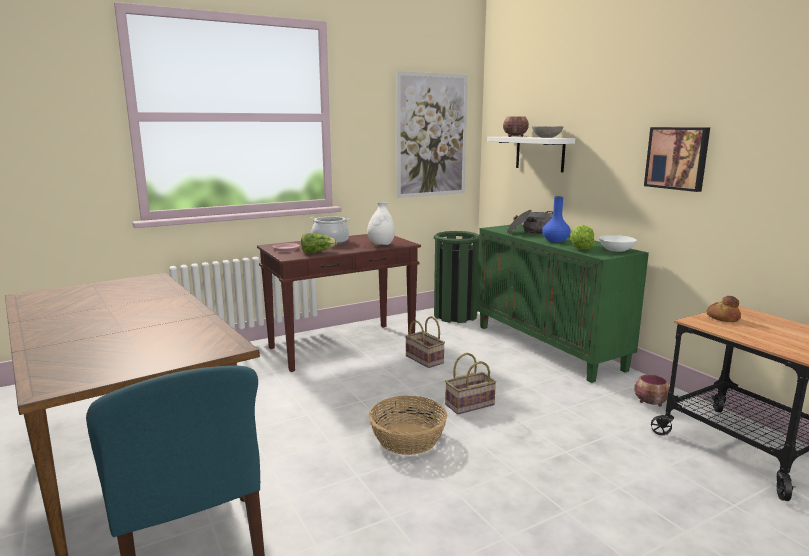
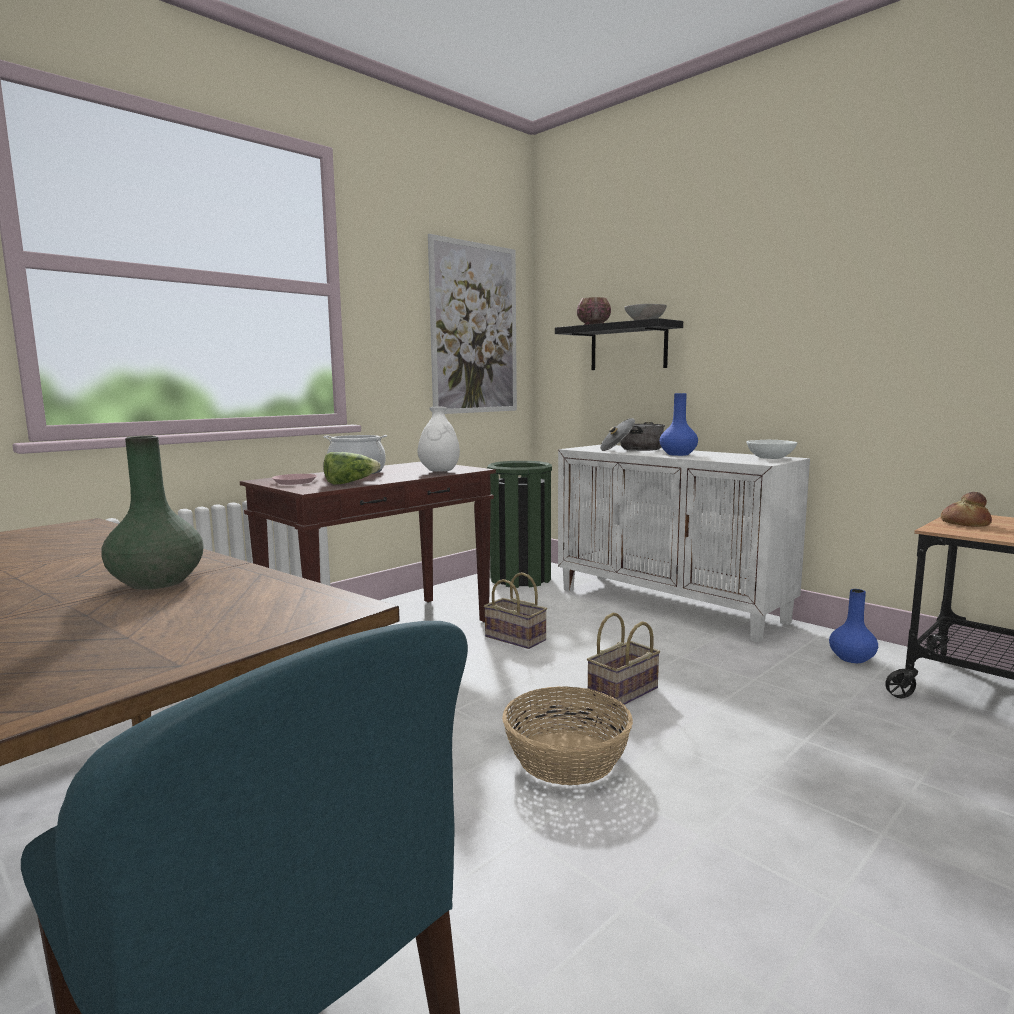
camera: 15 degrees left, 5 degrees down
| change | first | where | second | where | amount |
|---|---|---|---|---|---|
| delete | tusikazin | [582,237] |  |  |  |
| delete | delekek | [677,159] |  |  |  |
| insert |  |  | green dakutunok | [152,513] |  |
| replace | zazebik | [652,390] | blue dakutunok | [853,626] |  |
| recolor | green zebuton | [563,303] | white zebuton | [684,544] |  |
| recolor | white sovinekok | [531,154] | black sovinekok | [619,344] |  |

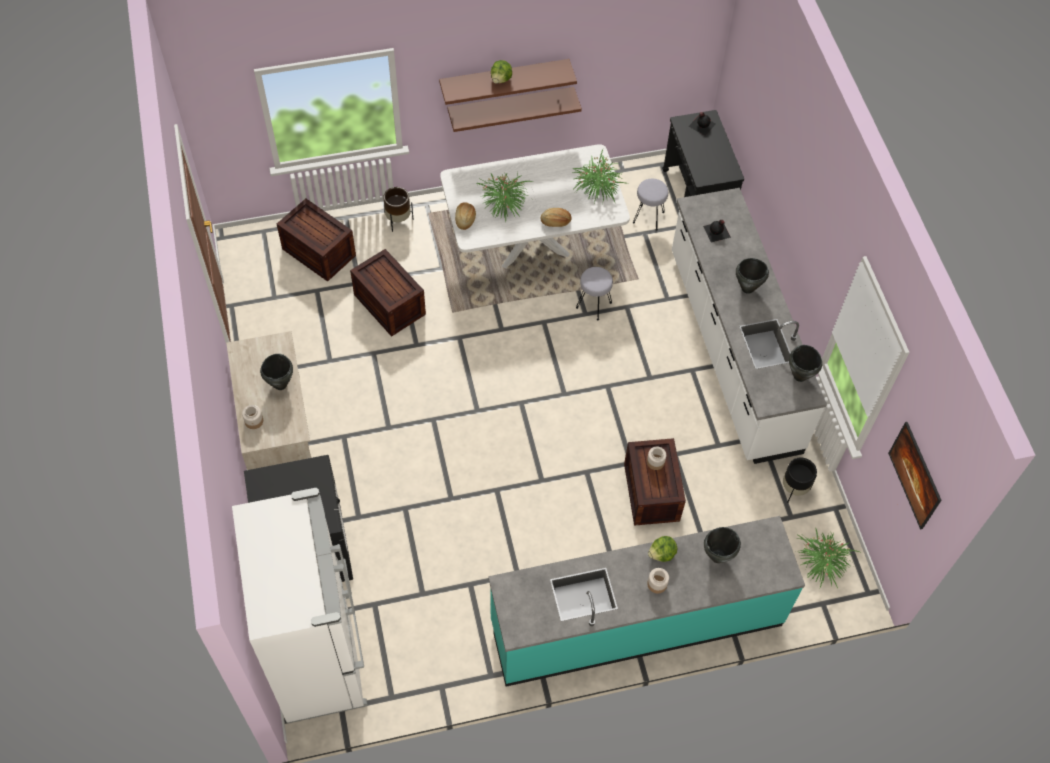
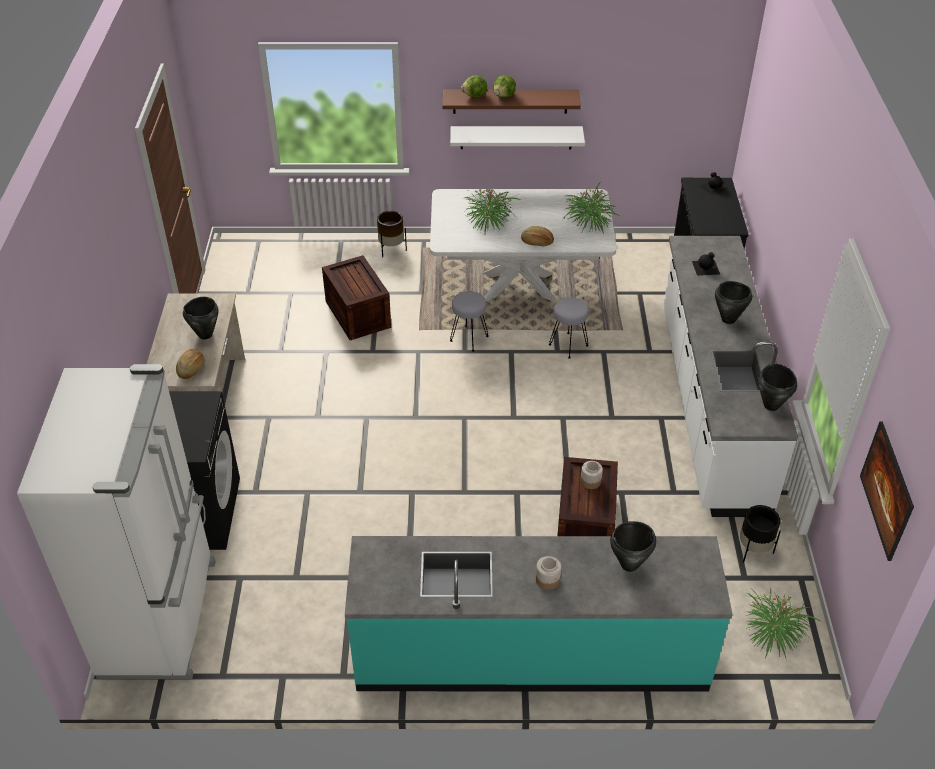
camera: 15 degrees right, 15 degrees down
| change | first | where | second | where | amount |
|---|---|---|---|---|---|
| delete | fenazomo | [252,417] |  |  |  |
| delete | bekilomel | [316,240] |  |  |  |
| move | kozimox | [465,216] |  | [190,364] |  |
| move | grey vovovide | [650,204] |  | [469,321] |  |
| move | tusikazin | [662,549] |  | [474,86] |  |
| recolor | brown sovinekok | [515,109] | white sovinekok | [517,137] |  |

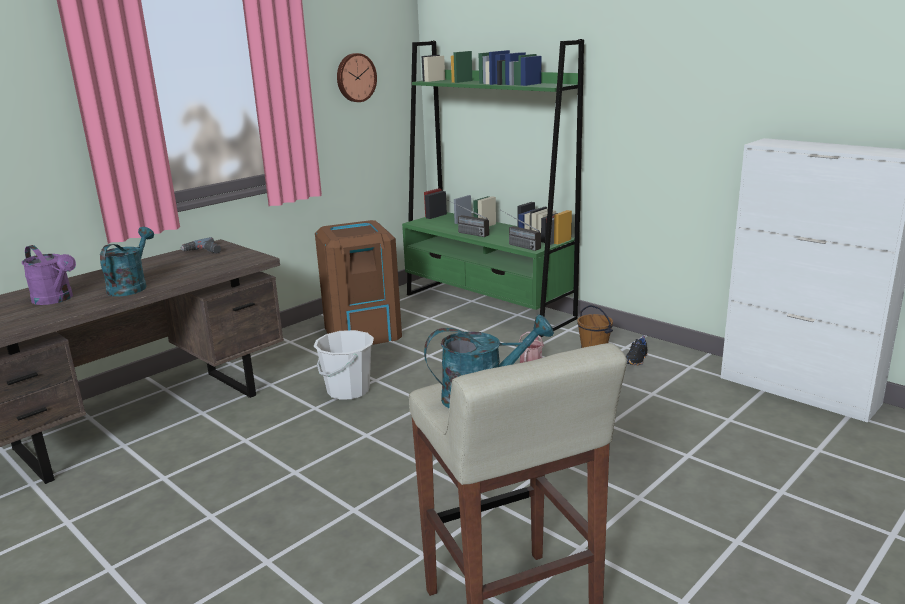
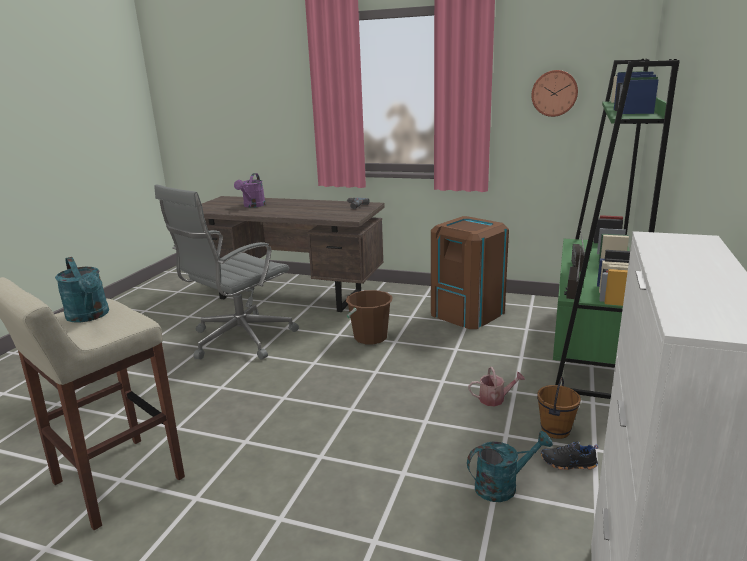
camera: 65 degrees right, 0 degrees up
| change | first | where | second | where | amount |
|---|---|---|---|---|---|
| insert |  |  | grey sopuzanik | [226,272] |  |
| move | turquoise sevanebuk | [127,262] |  | [510,466] |  |
| recolor | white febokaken | [344,365] | brown febokaken | [369,317] |  |

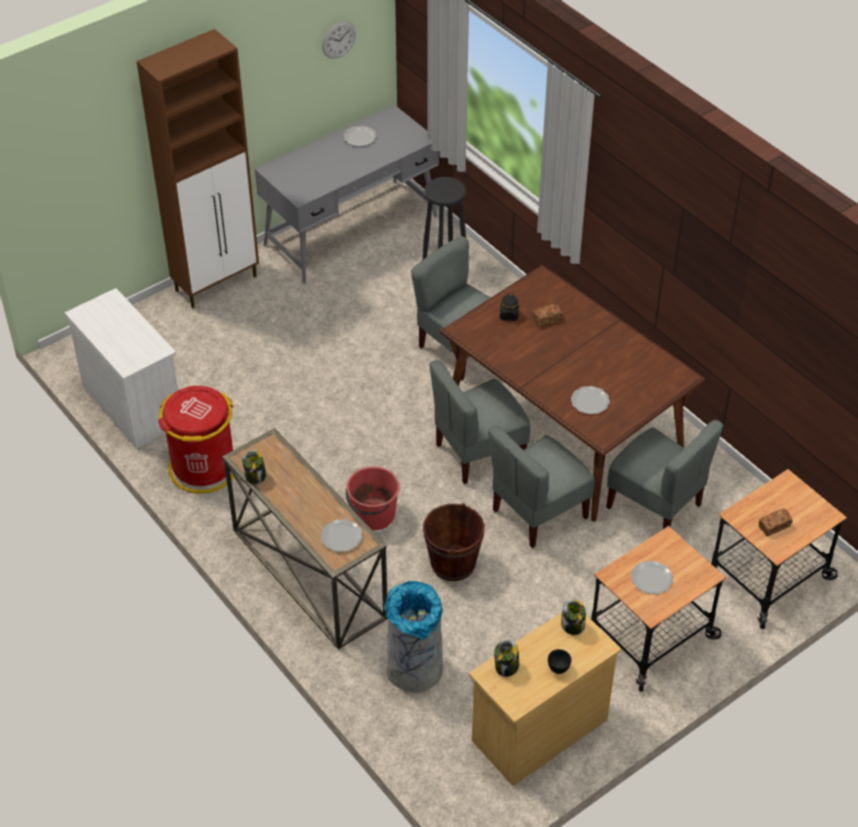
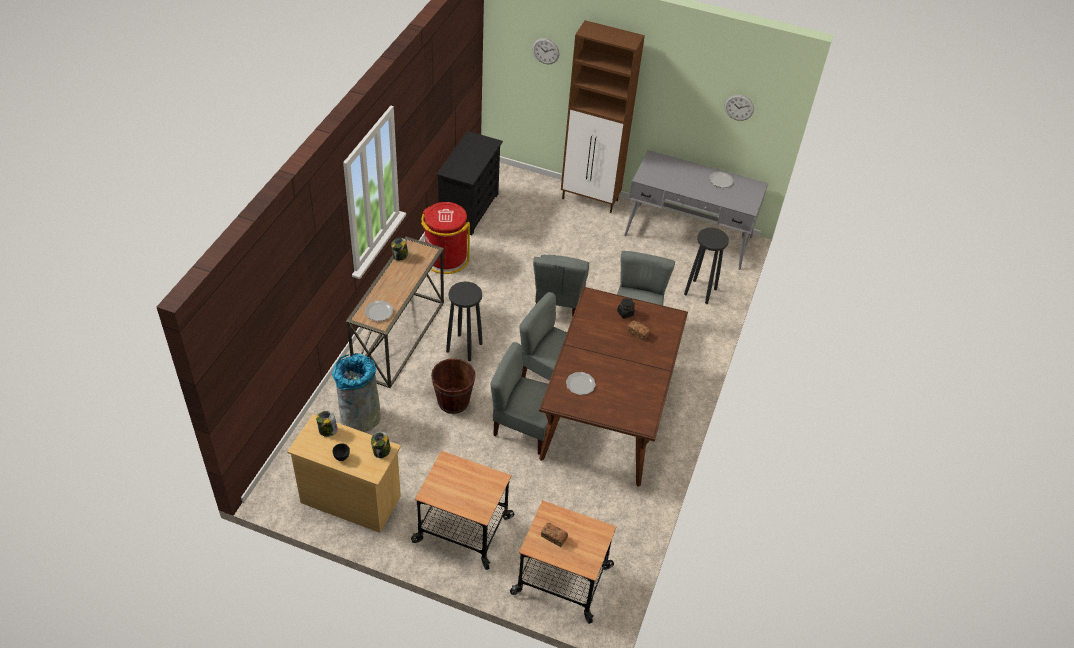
camera: 55 degrees right, 0 degrees up
| change | first | where | second | where | amount |
|---|---|---|---|---|---|
| delete | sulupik | [652,577] |  |  |  |
| insert |  |  | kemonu | [546,51] |  |
| move | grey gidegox | [664,474] |  | [561,286] |  |
| replace | red febokaken | [373,498] | black vovovide | [464,321] |  |
| recolor | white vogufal | [121,368] | black vogufal | [469,183] |  |

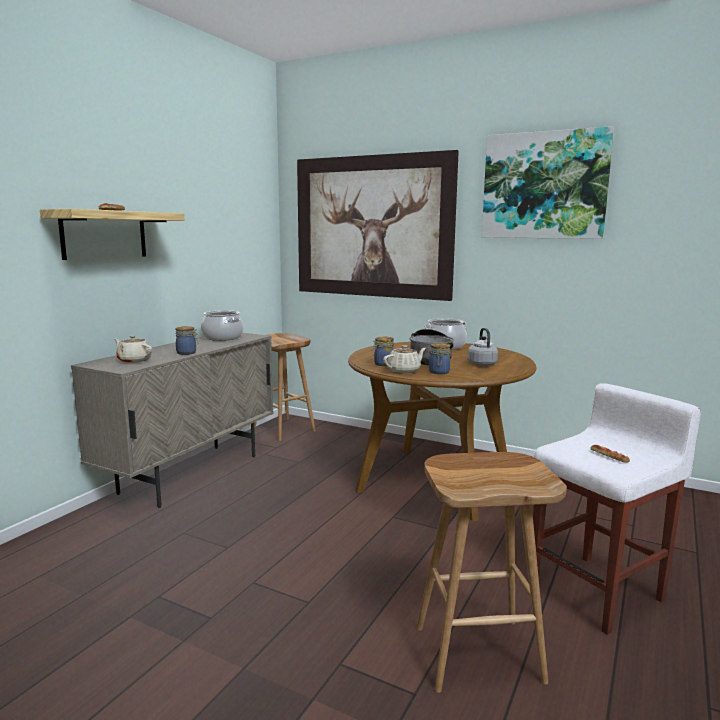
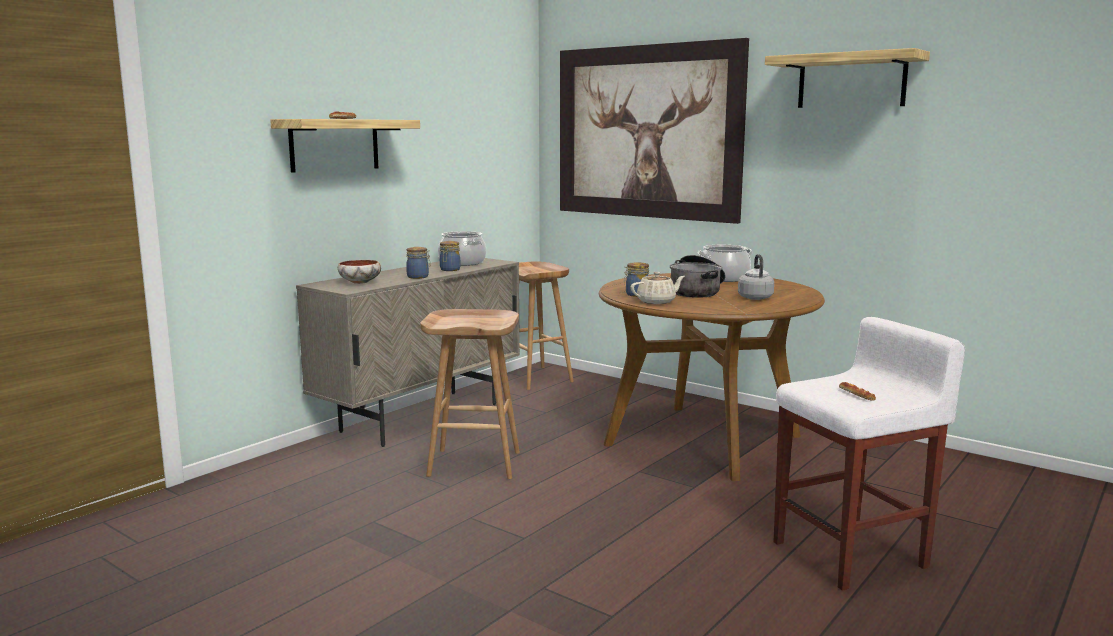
camera: 10 degrees right, 0 degrees up
| change | first | where | second | where | amount |
|---|---|---|---|---|---|
| move | brown vovovide | [491,572] |  | [470,394] |  |
| move | fenazomo | [439,358] |  | [450,256] |  |
| replace | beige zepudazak | [133,349] | zazebik | [359,272] |  |
| replace | delekek | [548,182] | sovinekok | [847,78] |  |

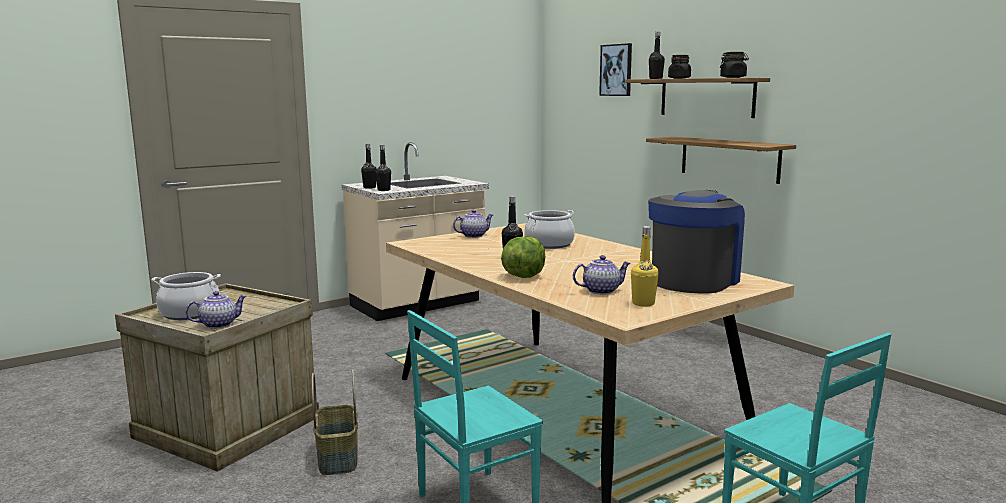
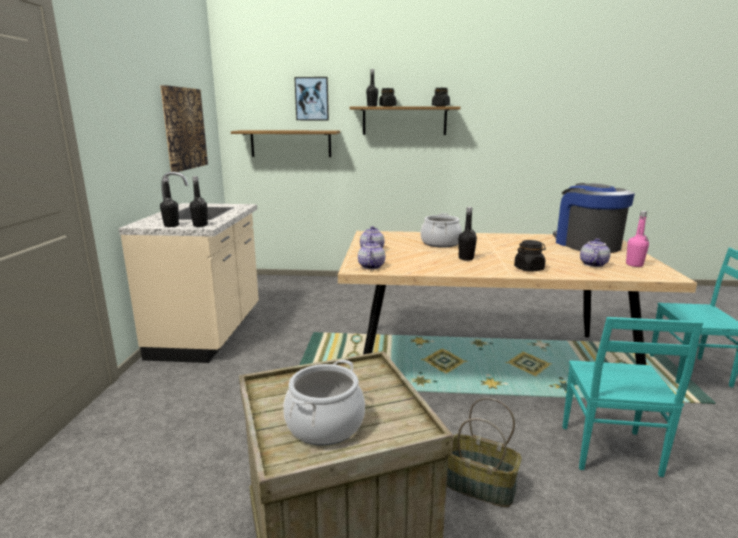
camera: 50 degrees left, 5 degrees up
| change | first | where | second | where | amount |
|---|---|---|---|---|---|
| insert |  |  | delekek | [184,128] |  |
| move | zepudazak | [216,309] |  | [371,254] |  |
| move | sovinekok | [721,160] |  | [285,143] |  |
| replace | tusikazin | [523,257] | black fenazomo | [530,256] |  |
| recolor | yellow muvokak | [645,266] | pink muvokak | [637,239] |  |

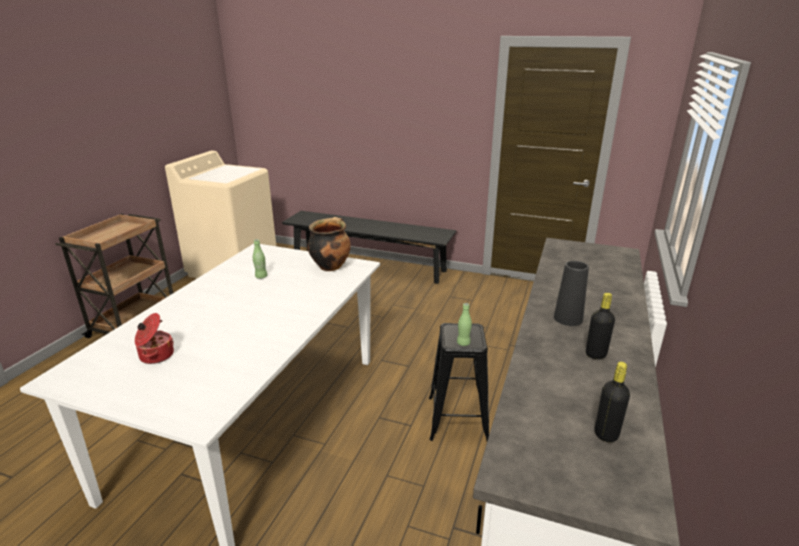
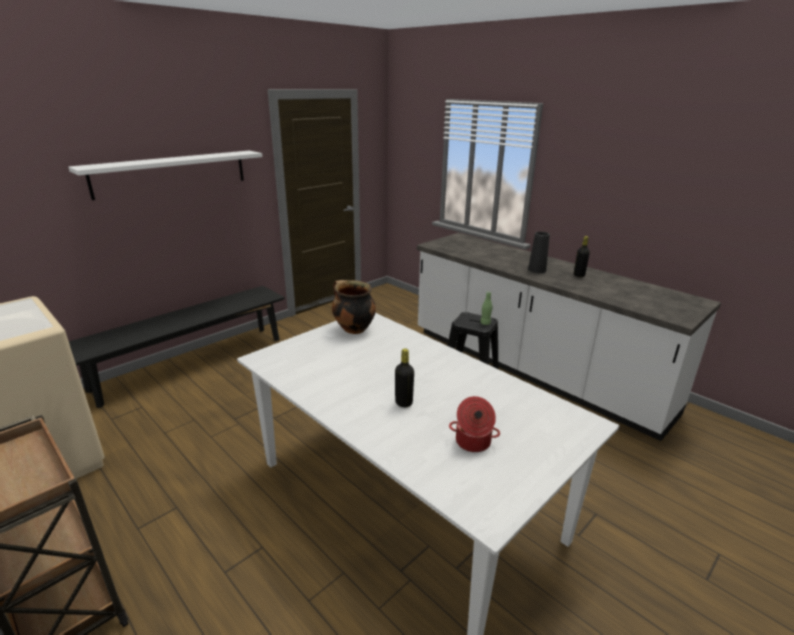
camera: 65 degrees left, 0 degrees up
| change | first | where | second | where | amount |
|---|---|---|---|---|---|
| delete | green muvokak | [260,259] |  |  |  |
| insert |  |  | white sovinekok | [165,175] |  |
| move | black muvokak | [612,402] |  | [404,377] |  |

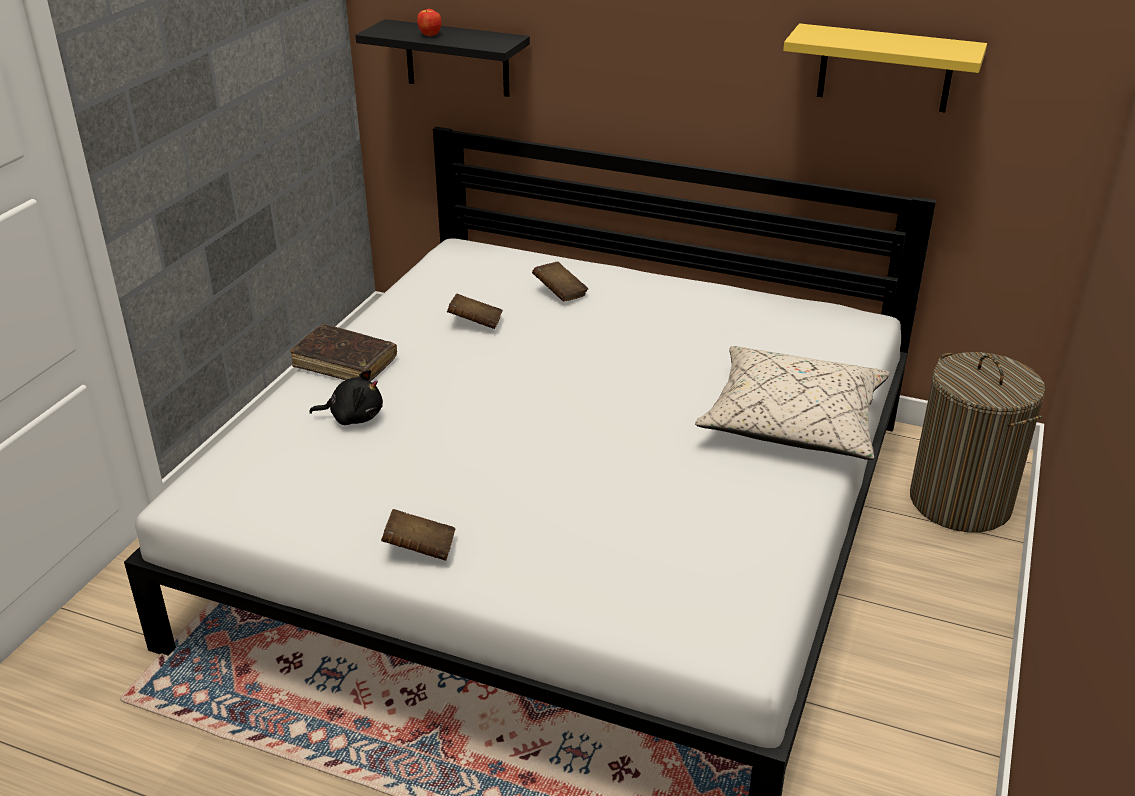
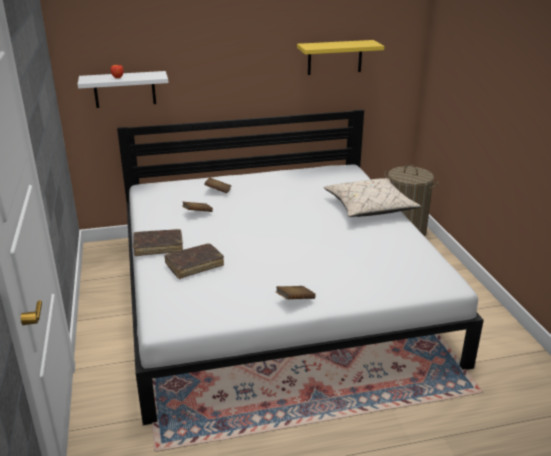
camera: 35 degrees left, 5 degrees down
| change | first | where | second | where | amount |
|---|---|---|---|---|---|
| replace | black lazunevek | [346,397] | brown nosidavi | [194,261] |  |
| recolor | black sovinekok | [442,58] | white sovinekok | [123,89] |  |

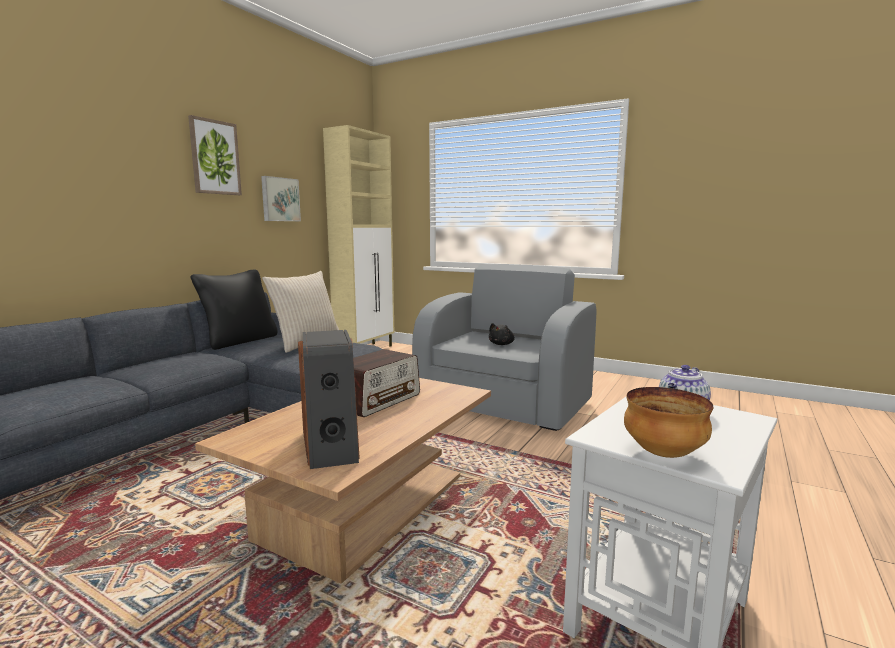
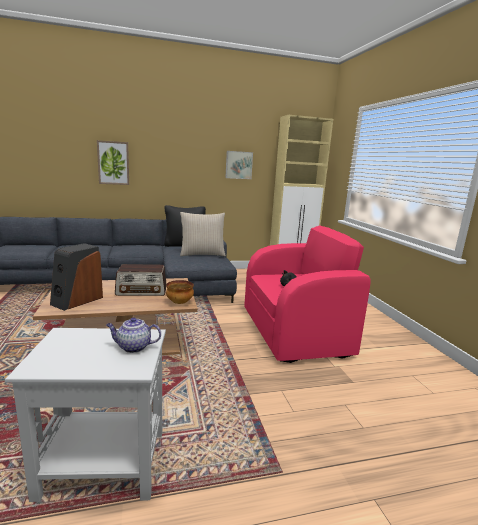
camera: 45 degrees right, 5 degrees up
| change | first | where | second | where | amount |
|---|---|---|---|---|---|
| move | delekek | [215,155] |  | [113,162] |  |
| move | zazebik | [668,422] |  | [180,292] |  |
| recolor | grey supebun | [504,347] | pink supebun | [307,294] |  |

